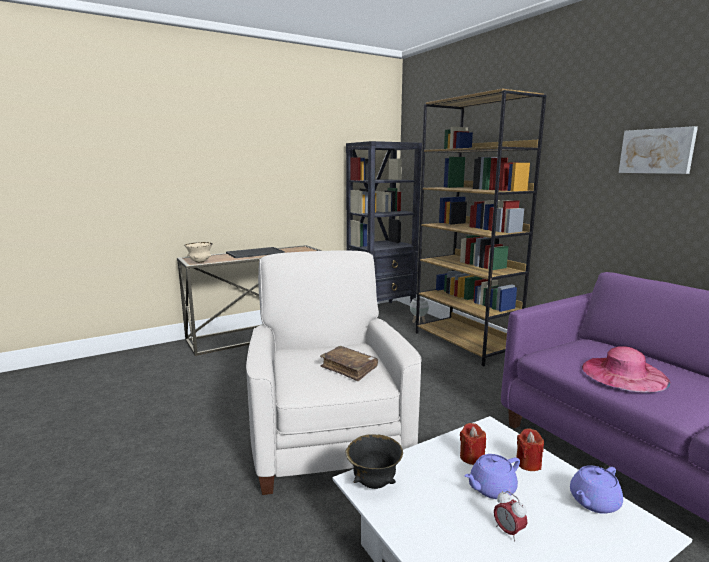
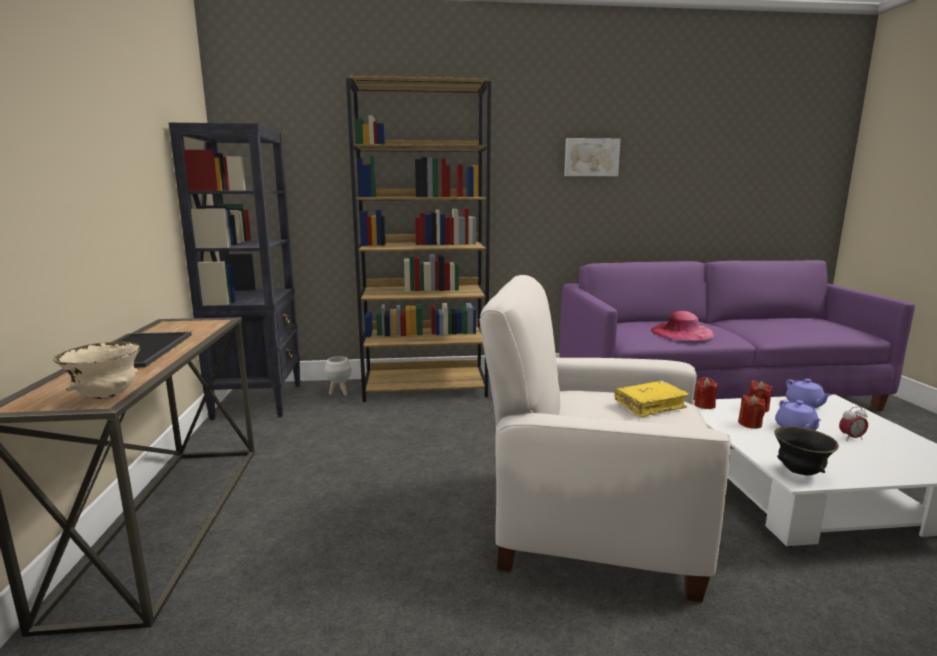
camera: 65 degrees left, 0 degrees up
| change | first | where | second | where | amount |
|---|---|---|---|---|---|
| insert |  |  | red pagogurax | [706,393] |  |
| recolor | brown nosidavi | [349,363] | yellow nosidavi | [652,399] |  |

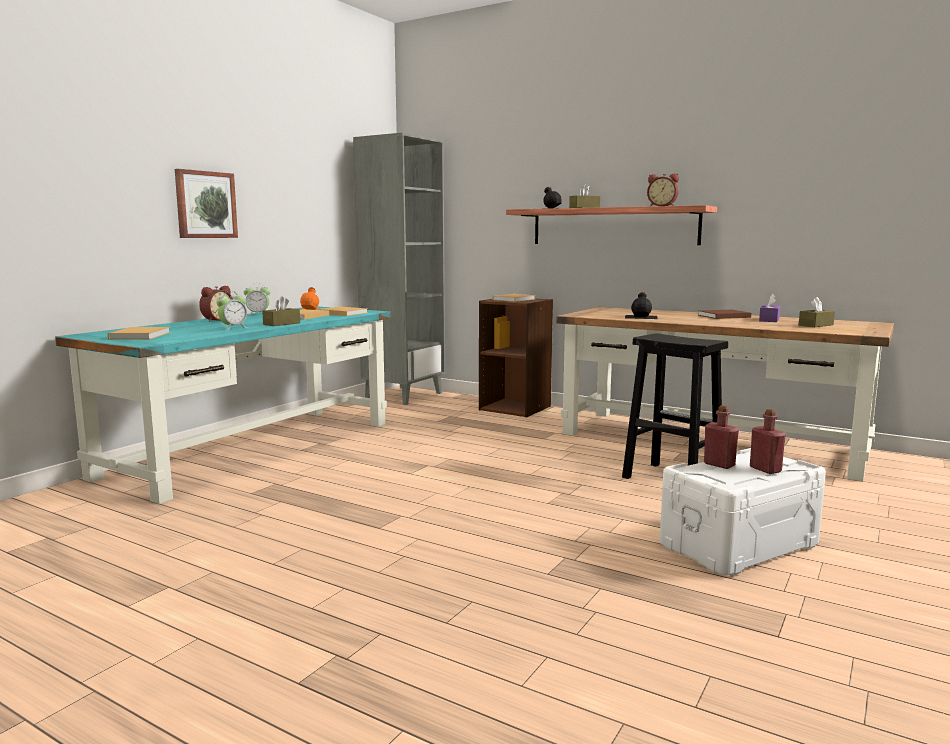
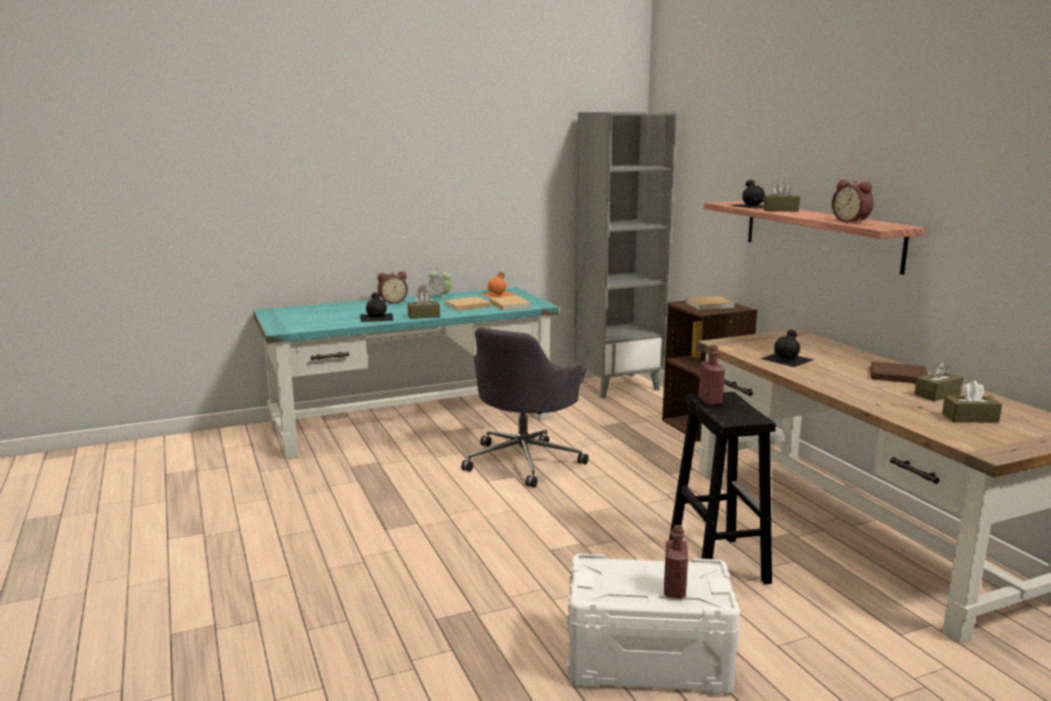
camera: 35 degrees right, 5 degrees up
| change | first | where | second | where | amount |
|---|---|---|---|---|---|
| delete | beige nosidavi | [139,333] |  |  |  |
| delete | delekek | [206,203] |  |  |  |
| insert |  |  | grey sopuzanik | [525,407] |  |
| move | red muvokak | [721,437] |  | [711,375] |  |
| replace | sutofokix | [232,310] | black muvokak | [377,307] |  |
| recolor | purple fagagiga | [769,308] | brown fagagiga | [938,381] |  |

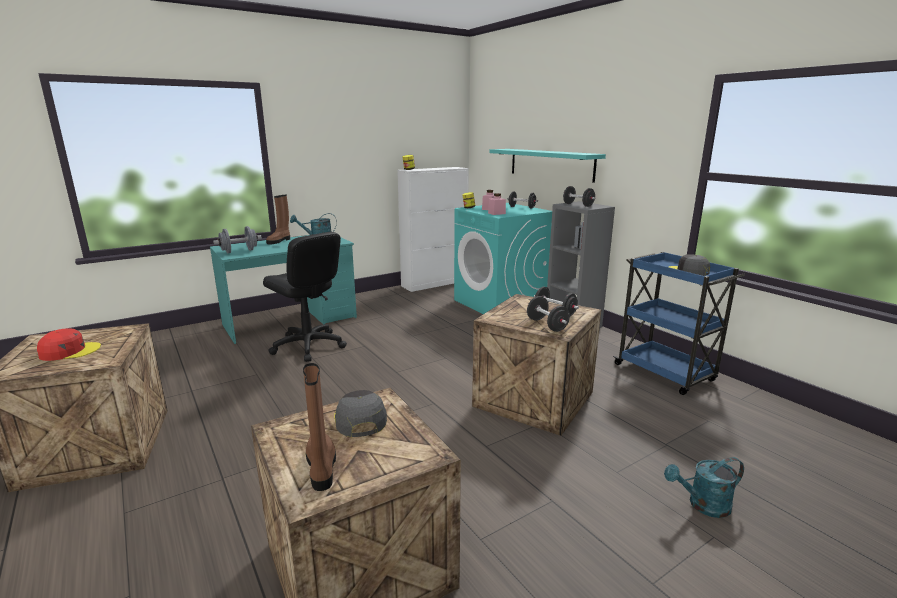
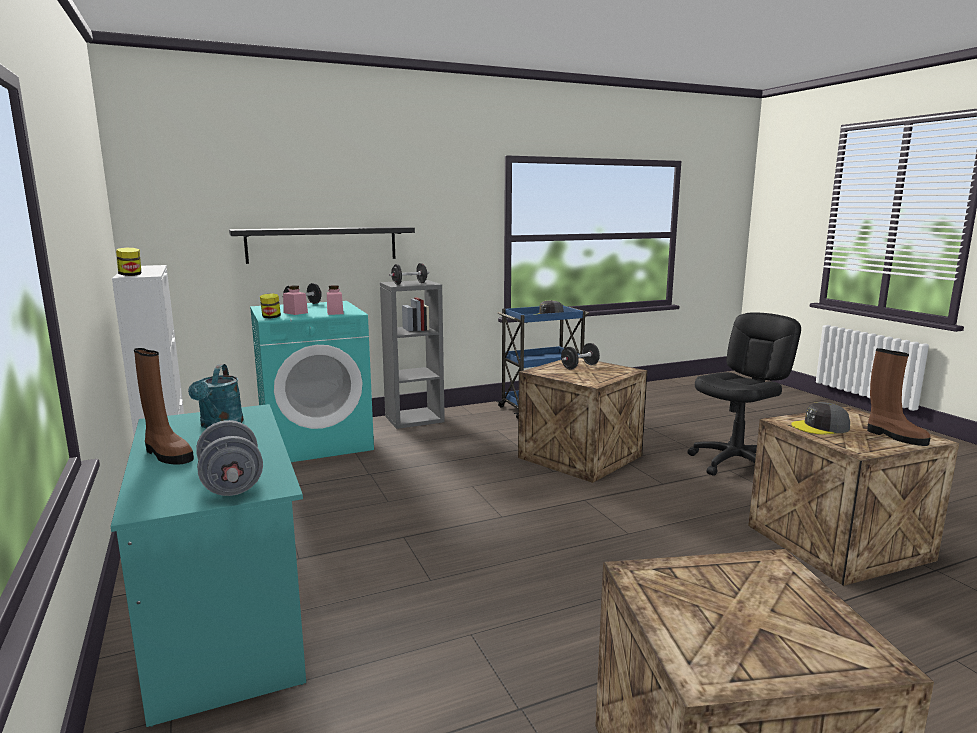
camera: 80 degrees left, 5 degrees down
| change | first | where | second | where | amount |
|---|---|---|---|---|---|
| delete | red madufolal | [69,344] |  |  |  |
| delete | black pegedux | [548,314] |  |  |  |
| delete | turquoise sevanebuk | [704,487] |  |  |  |
| move | black sopuzanik | [305,297] |  | [744,394] |  |
| recolor | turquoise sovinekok | [547,166] | black sovinekok | [322,245] |  |
| rotate | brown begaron | [319,427] |  | [899,397] | 120 degrees counterclockwise |

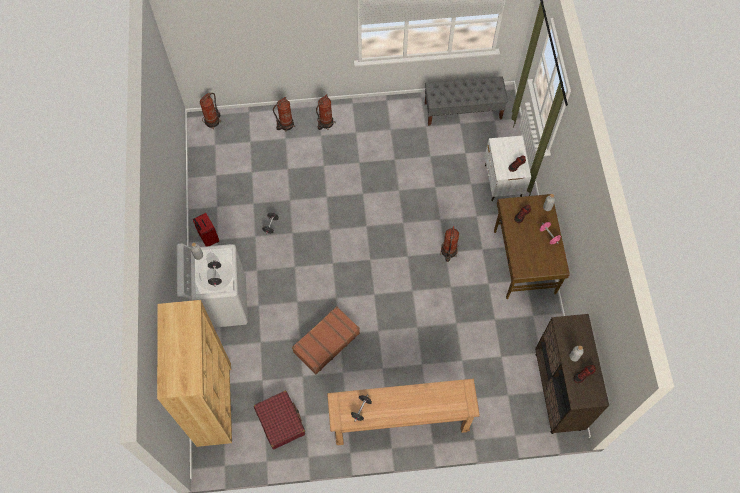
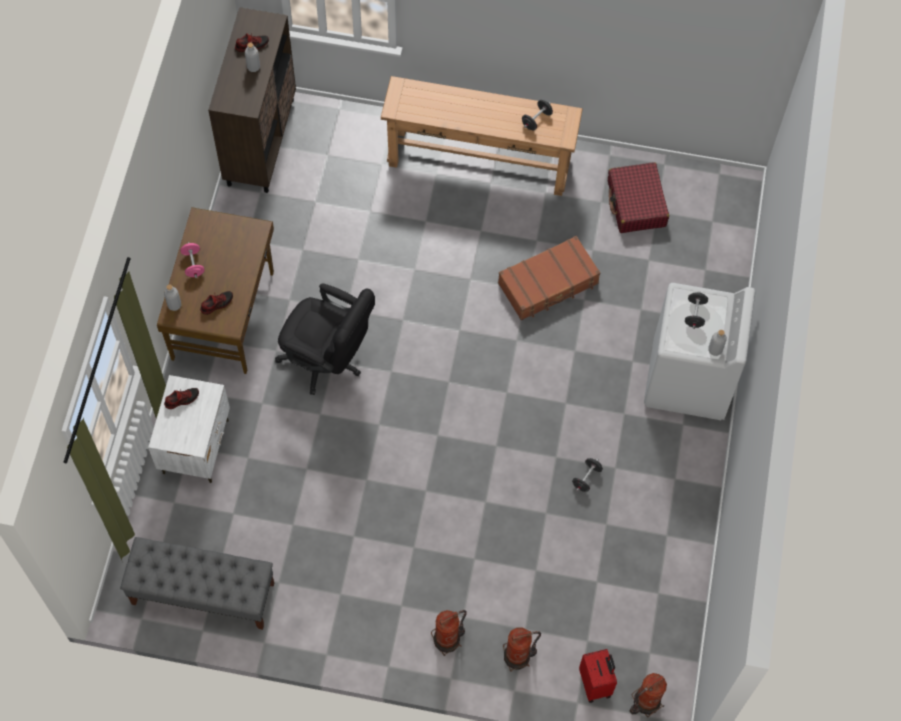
camera: 165 degrees left, 0 degrees up
| change | first | where | second | where | amount |
|---|---|---|---|---|---|
| delete | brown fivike | [194,373] |  |  |  |
| move | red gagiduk | [206,230] |  | [598,676] |  |
| replace | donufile | [449,244] | black sopuzanik | [325,339] |  |

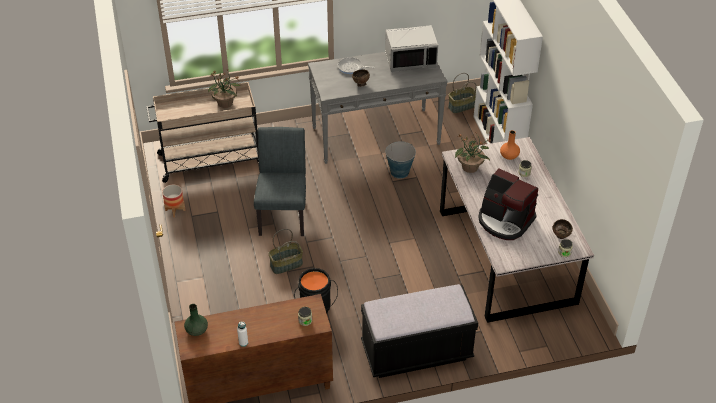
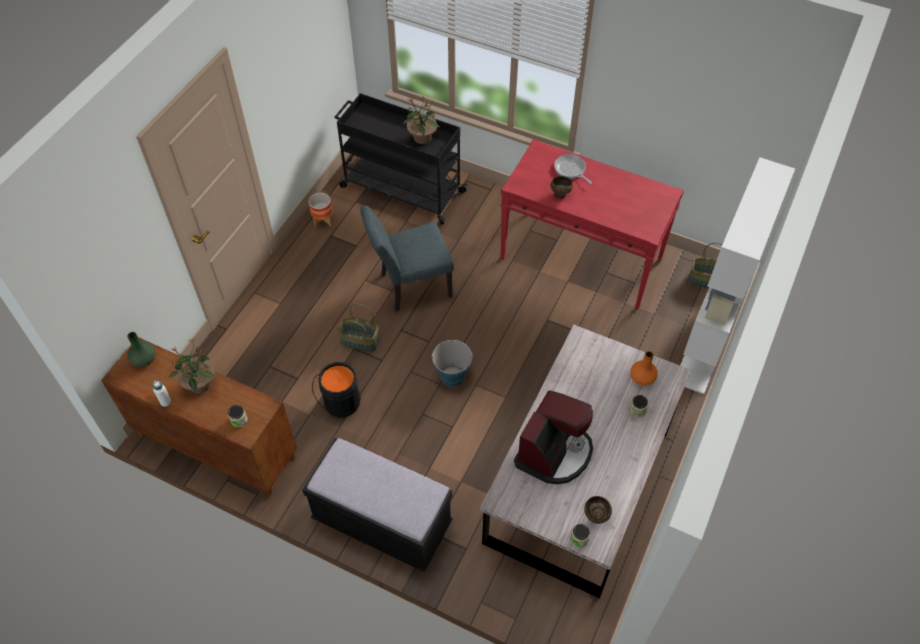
camera: 40 degrees right, 10 degrees up
| change | first | where | second | where | amount |
|---|---|---|---|---|---|
| delete | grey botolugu | [411,48] |  |  |  |
| move | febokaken | [400,160] |  | [452,363] |  |
| move | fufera | [473,152] |  | [192,366] |  |
| recolor | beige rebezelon | [202,132] | black rebezelon | [401,159] |  |
| recolor | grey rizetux | [377,108] | red rizetux | [592,224] |  |
| rotate | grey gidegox | [280,181] |  | [407,259] | 150 degrees counterclockwise |
| rotate | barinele | [508,204] |  | [553,437] | 135 degrees counterclockwise |

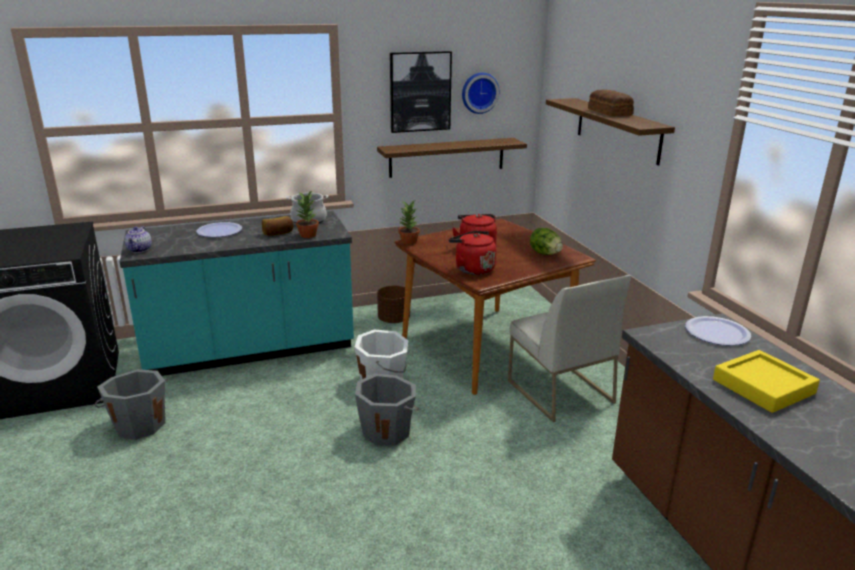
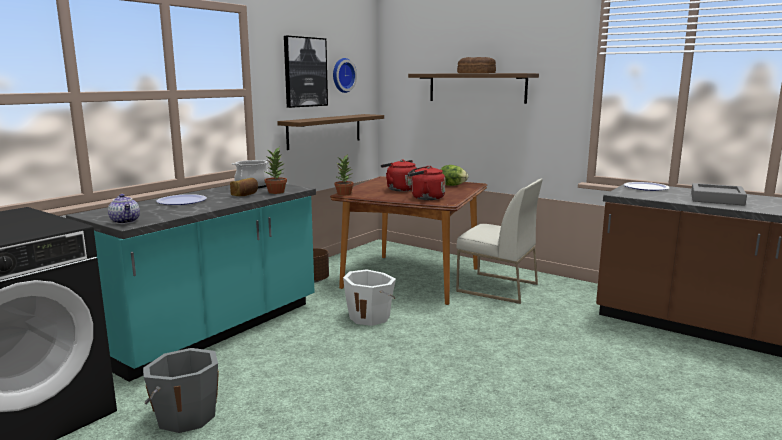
camera: 35 degrees left, 10 degrees down
| change | first | where | second | where | amount |
|---|---|---|---|---|---|
| delete | grey febokaken | [387,409] |  |  |  |
| recolor | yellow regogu | [766,381] | grey regogu | [719,194] |  |

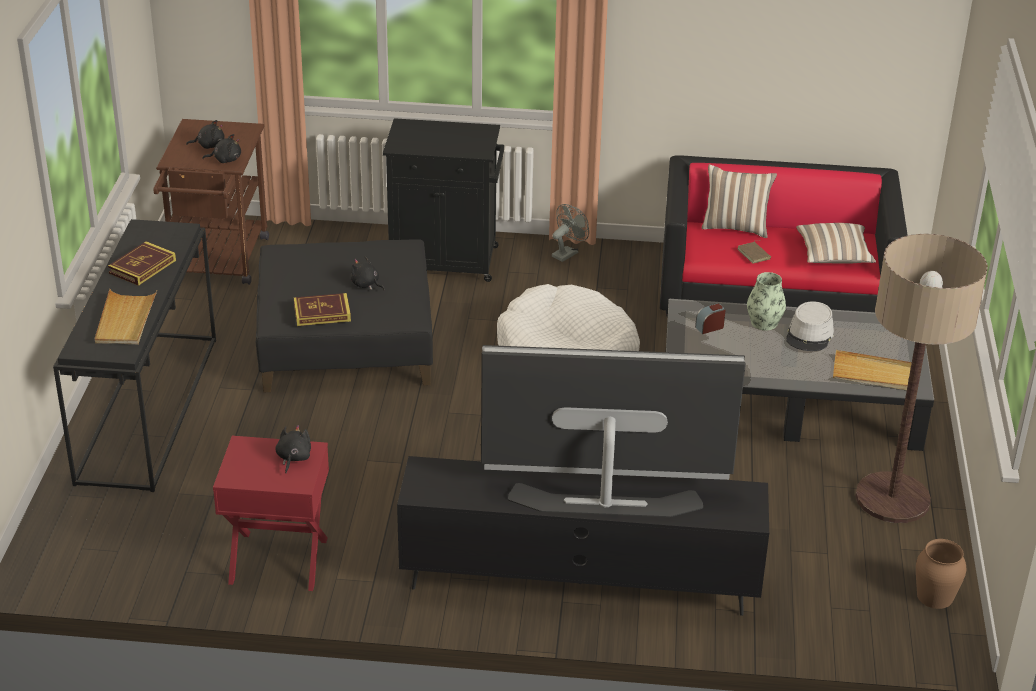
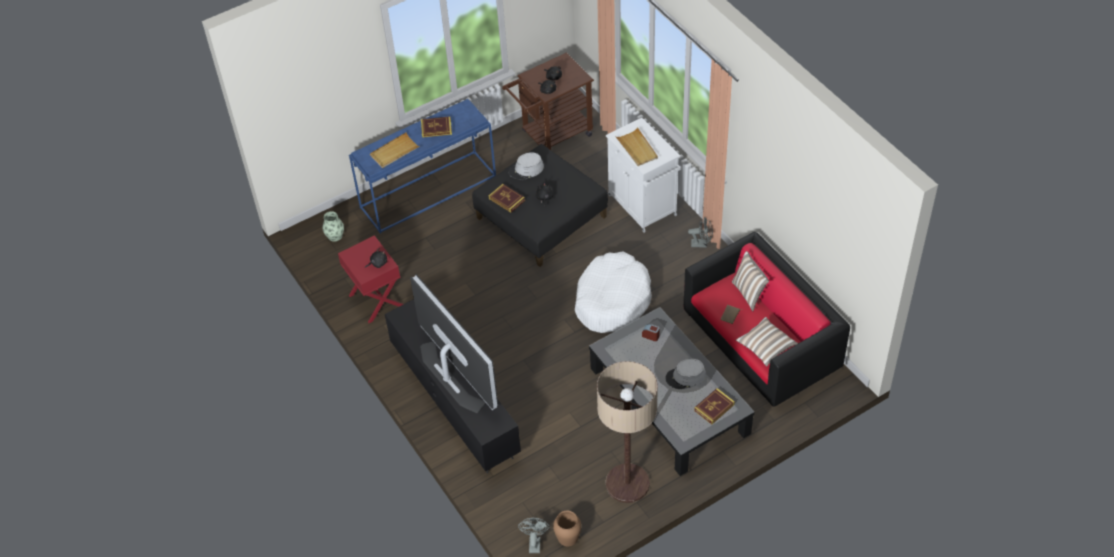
camera: 55 degrees right, 15 degrees up
| change | first | where | second | where | amount |
|---|---|---|---|---|---|
| insert |  |  | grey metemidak | [526,166] |  |
| insert |  |  | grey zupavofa | [534,535] |  |
| insert |  |  | nosidavi | [714,406] |  |
| move | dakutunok | [766,301] |  | [333,226] |  |
| move | beige regogu | [872,370] |  | [636,146] |  |
| recolor | black rizetux | [134,355] | blue rizetux | [422,166] |  |
| recolor | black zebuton | [443,200] | white zebuton | [643,175] |  |

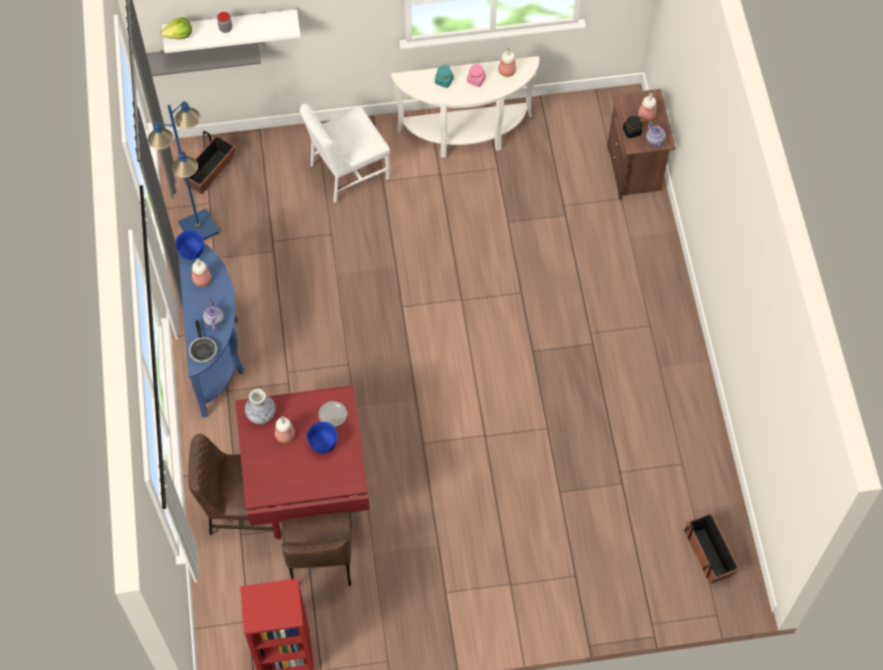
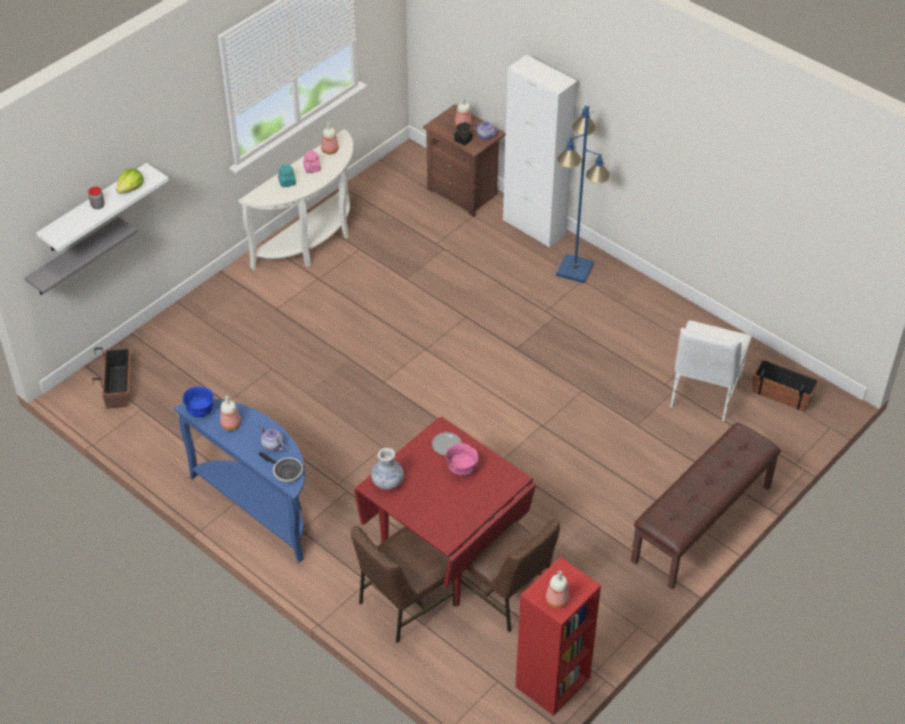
camera: 40 degrees left, 15 degrees down
| change | first | where | second | where | amount |
|---|---|---|---|---|---|
| insert |  |  | white zebuton | [540,151] |  |
| insert |  |  | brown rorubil | [706,506] |  |
| move | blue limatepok | [184,170] |  | [583,194] |  |
| move | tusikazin | [176,28] |  | [129,181] |  |
| move | muvokak | [285,429] |  | [557,589] |  |
| move | white gidegox | [345,153] |  | [710,371] |  |
| recolor | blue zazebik | [322,438] | pink zazebik | [462,459] |  |

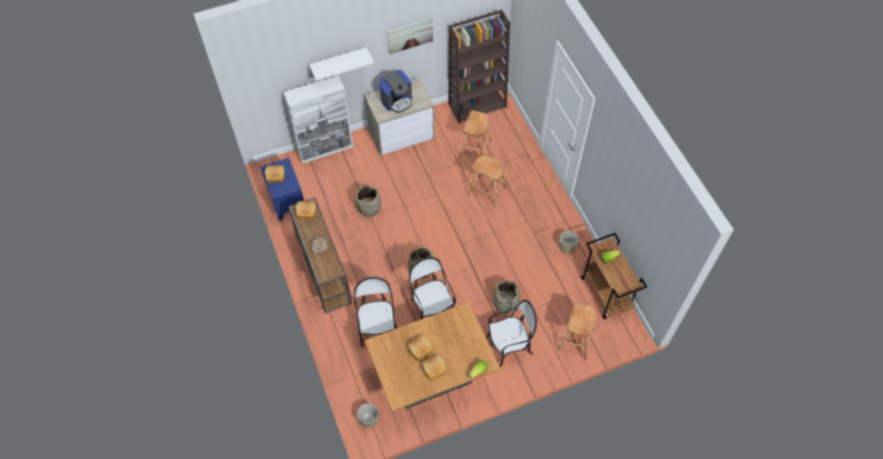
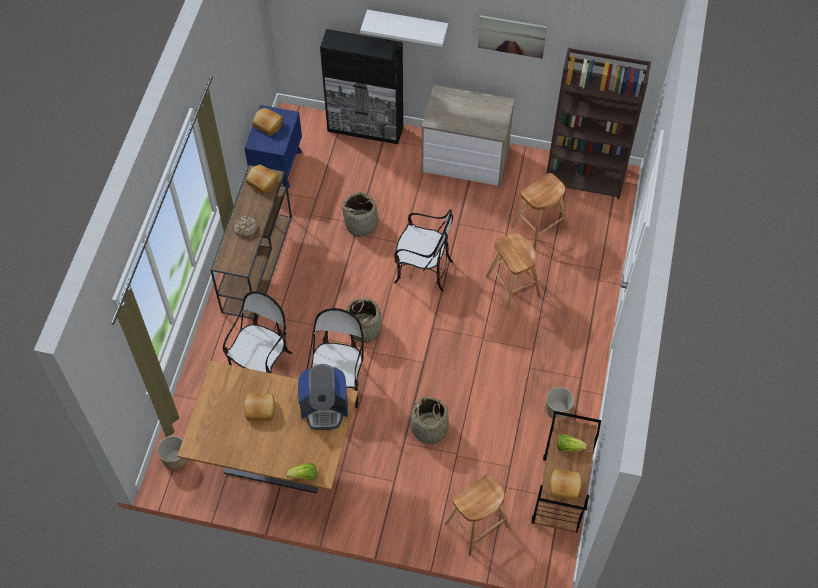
camera: 35 degrees right, 0 degrees up
| change | first | where | second | where | amount |
|---|---|---|---|---|---|
| move | barinele | [395,91] |  | [323,397] |  |
| move | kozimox | [434,367] |  | [565,484] |  |
| move | gidegox | [511,333] |  | [423,250] |  |
| recolor | white zebuton | [318,119] | black zebuton | [361,86] |  |

